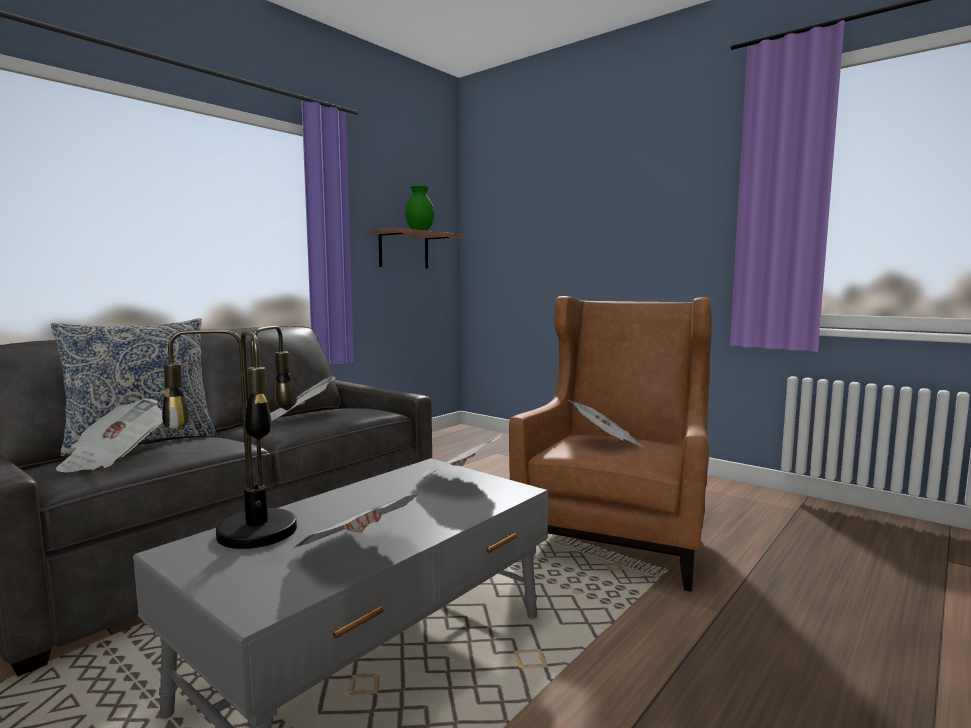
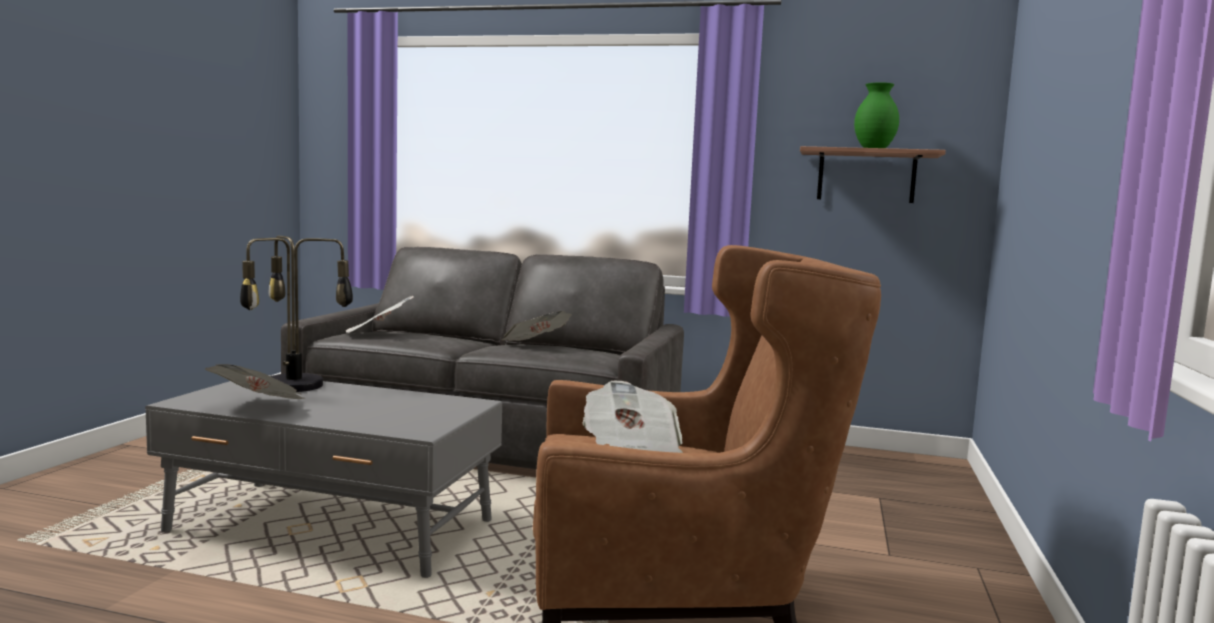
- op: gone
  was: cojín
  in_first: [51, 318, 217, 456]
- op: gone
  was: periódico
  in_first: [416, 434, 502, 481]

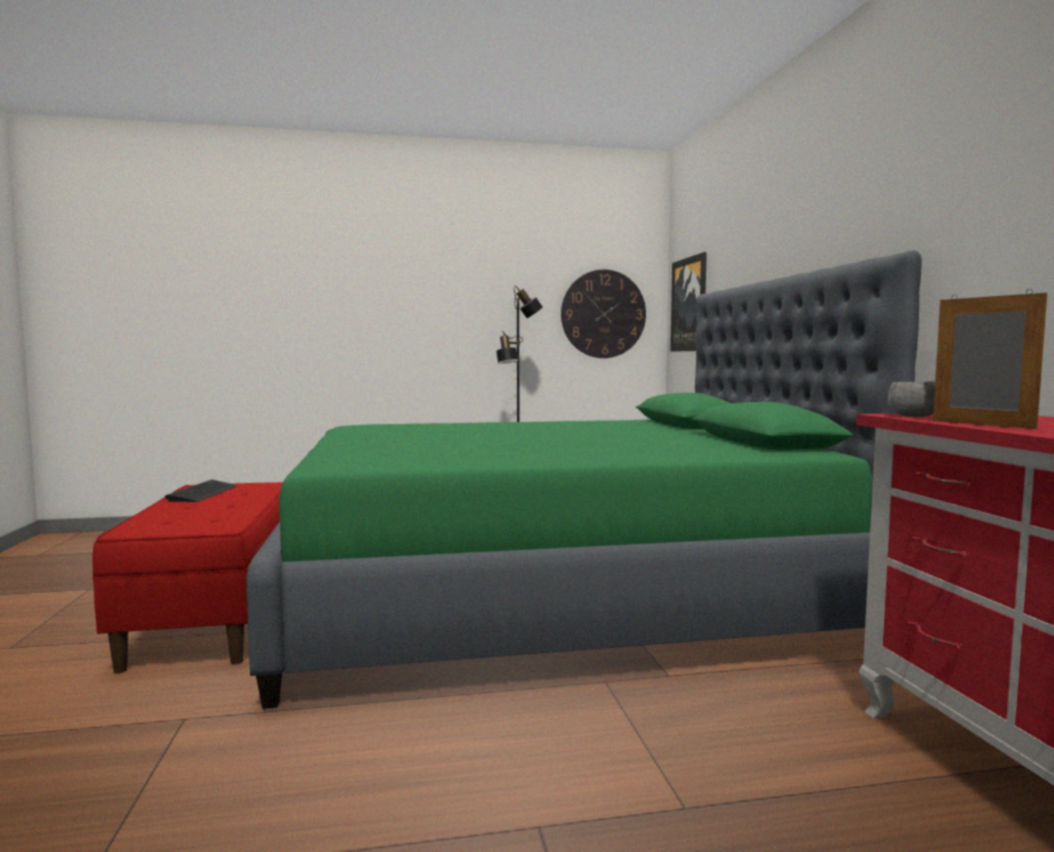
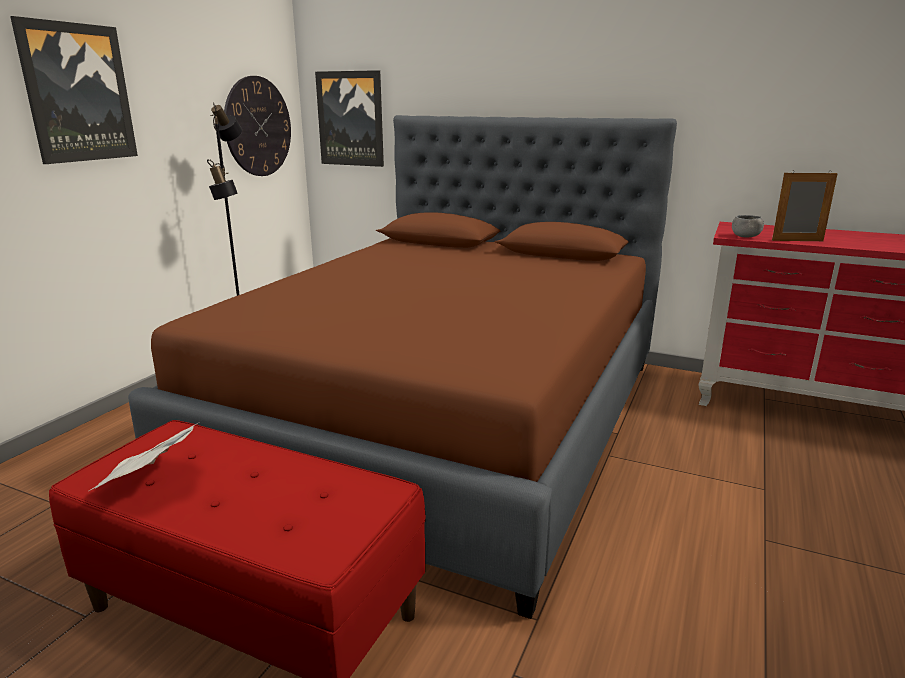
- op: new
  now: cuadro
  in_second: [10, 16, 138, 164]
- op: swapped
  was: teclado
  now: periódico
  in_first: [165, 480, 237, 502]
  in_second: [89, 423, 198, 491]
- op: repainted
  was: cama (verde)
  now: cama (marrón)
  in_first: [246, 250, 922, 709]
  in_second: [128, 115, 677, 619]

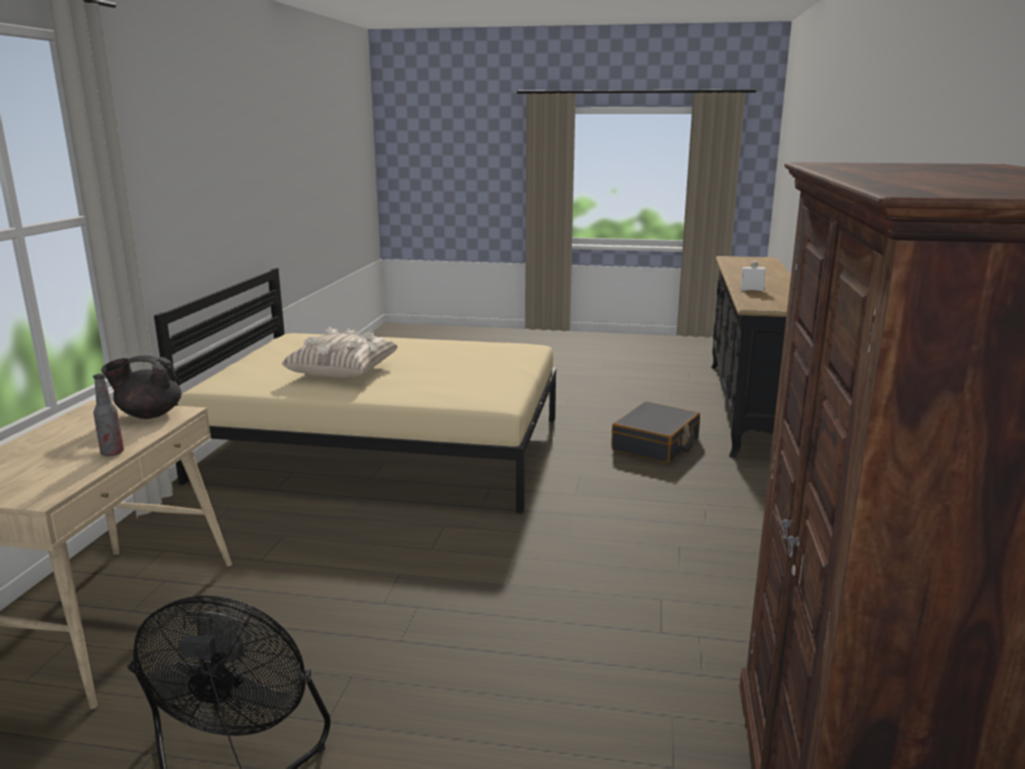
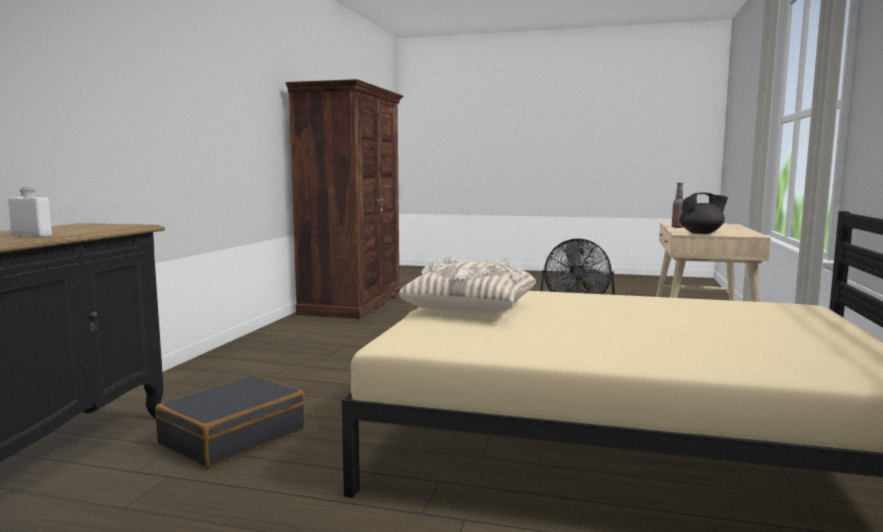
- op: shifted
  was: cojín (beis)
  in_first: [282, 327, 397, 378]
  in_second: [399, 254, 536, 316]

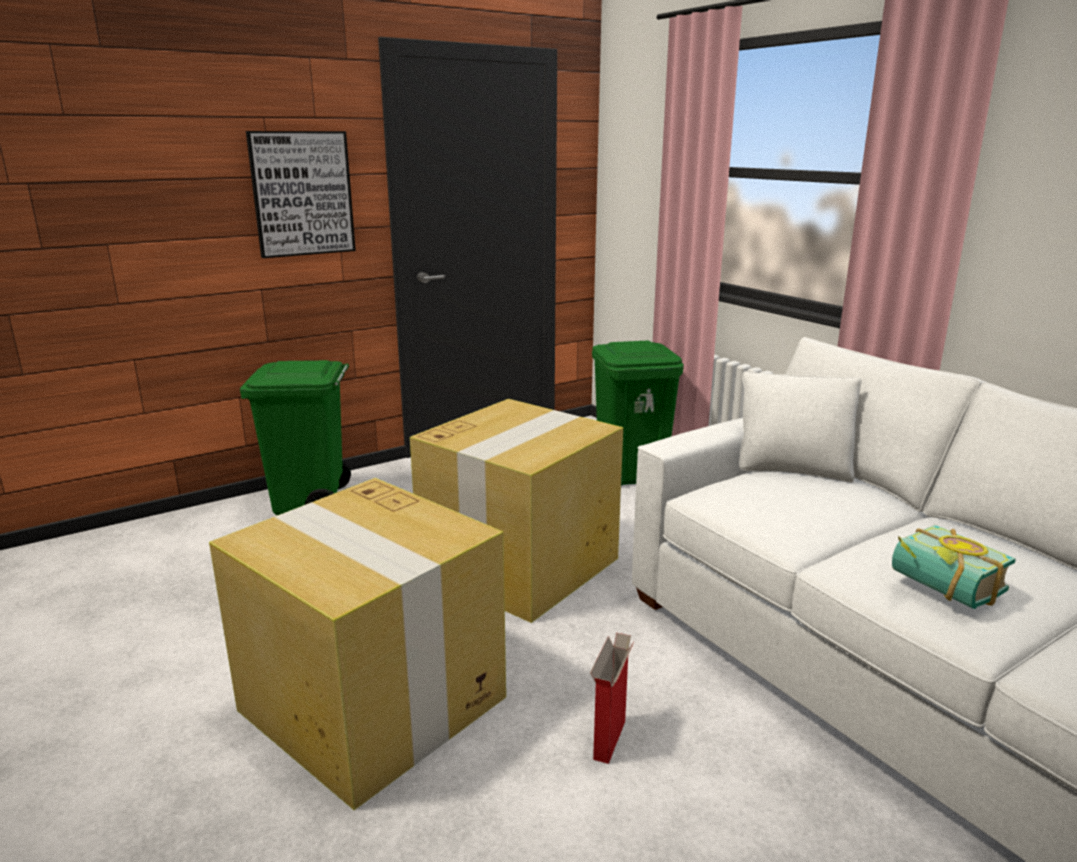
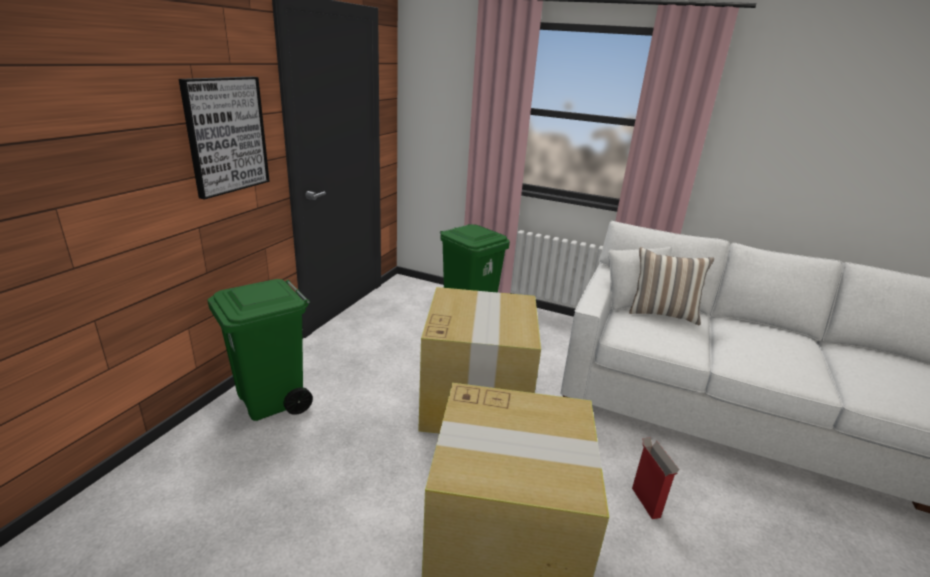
- op: gone
  was: libro
  in_first: [892, 525, 1016, 609]
- op: new
  now: cojín
  in_second: [629, 247, 714, 325]

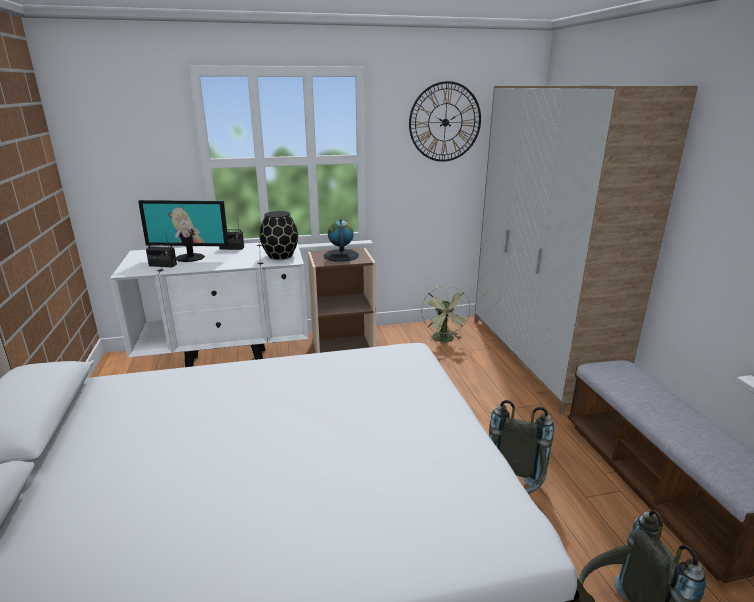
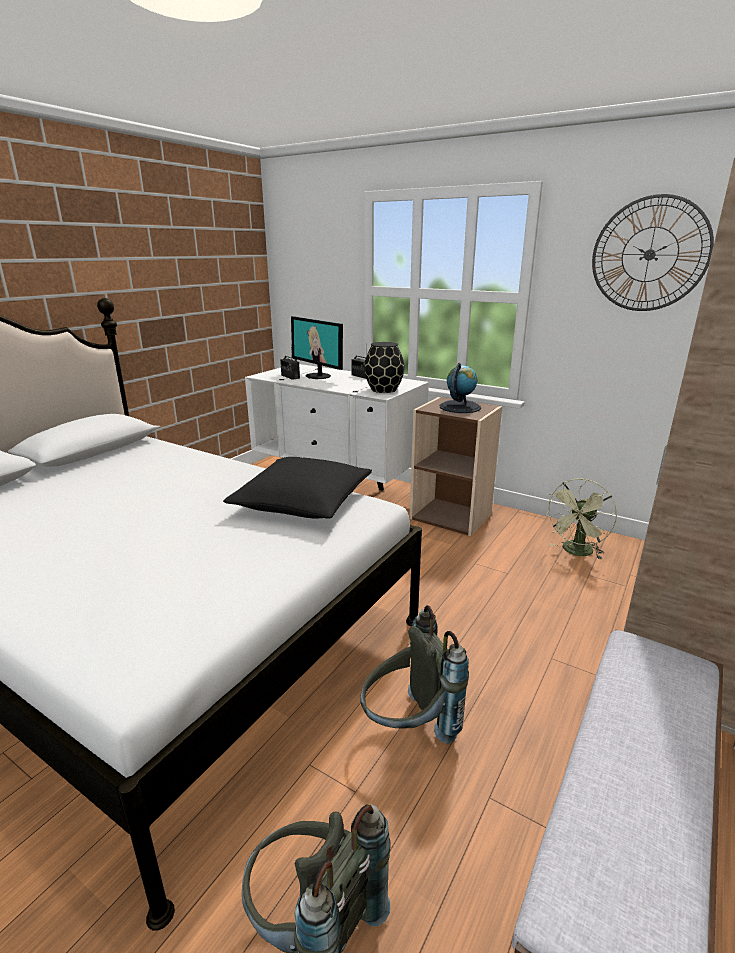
- op: new
  now: cojín (negro)
  in_second: [224, 457, 372, 519]

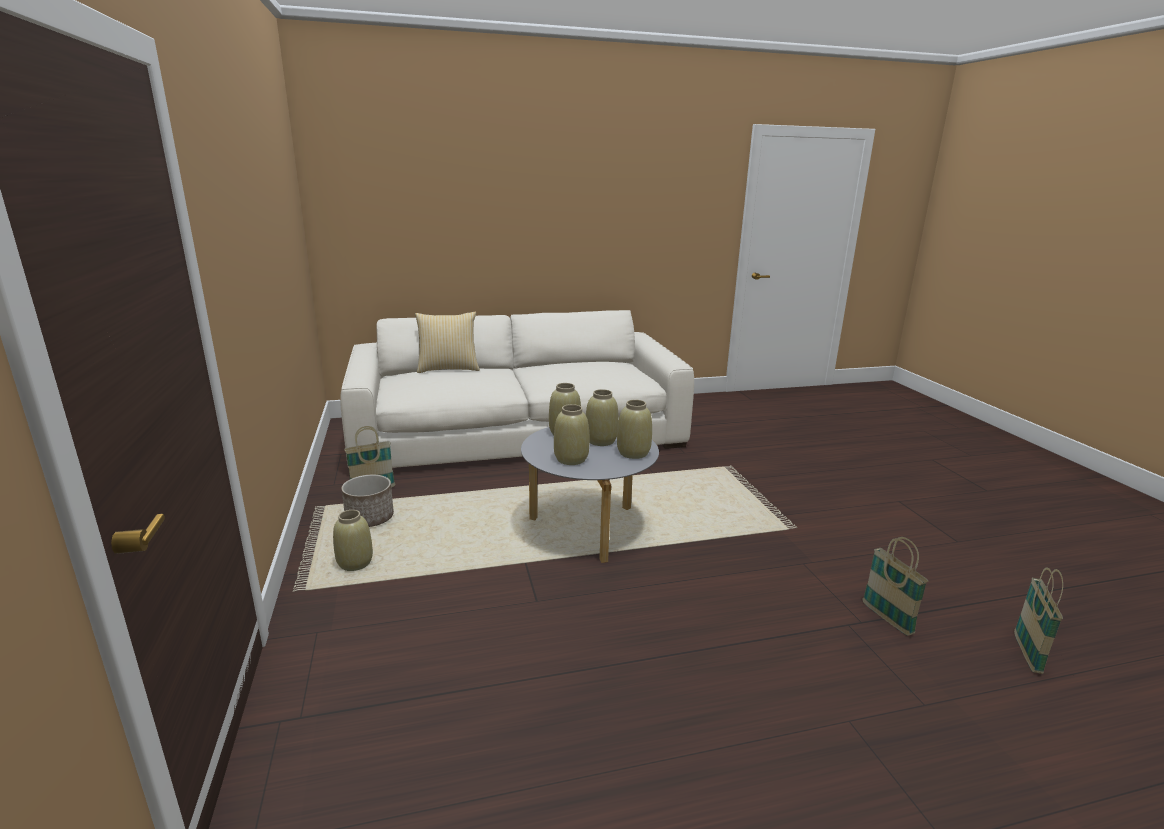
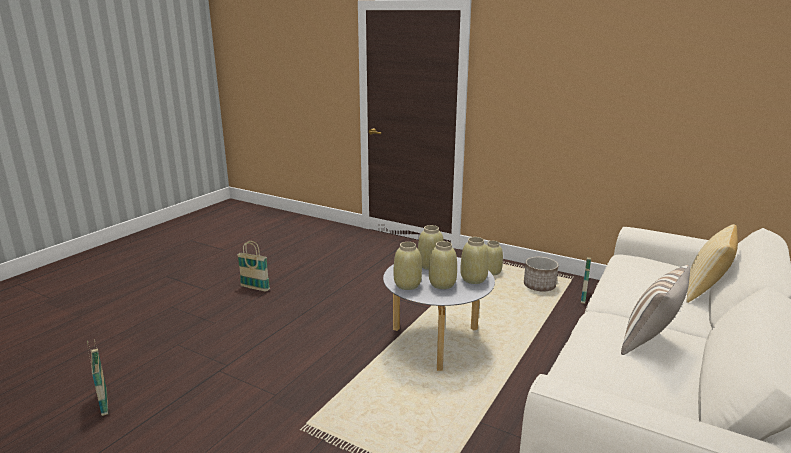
- op: new
  now: cojín
  in_second: [621, 265, 690, 355]
- op: shifted
  was: cesta
  in_first: [862, 537, 929, 636]
  in_second: [237, 241, 270, 291]

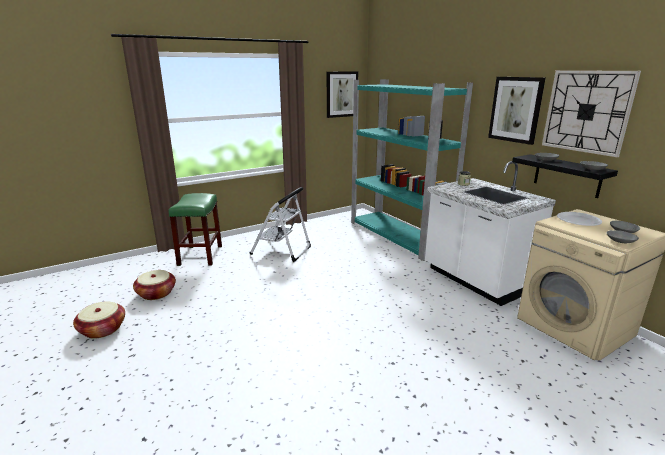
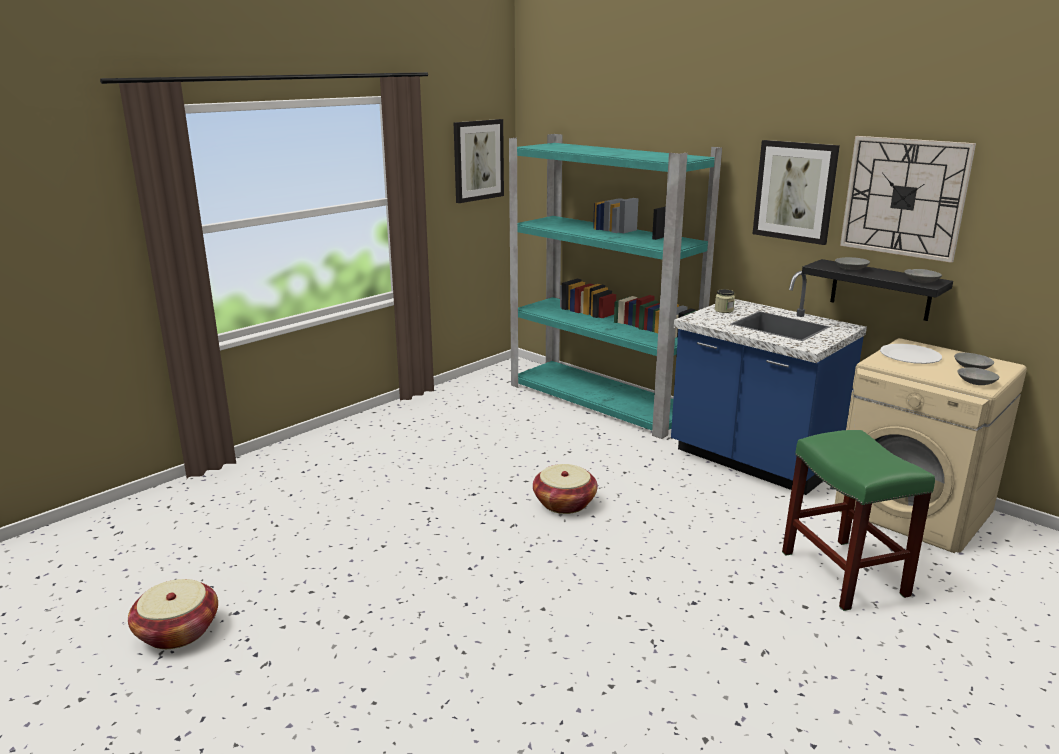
- op: gone
  was: escalera de tijera
  in_first: [250, 187, 311, 262]
- op: shifted
  was: cesta
  in_first: [133, 270, 176, 300]
  in_second: [533, 464, 598, 514]
- op: shifted
  was: taburete (verde)
  in_first: [169, 193, 222, 266]
  in_second: [782, 430, 935, 611]
- op: repainted
  was: mueble bajo de cocina (blanco)
  now: mueble bajo de cocina (azul)
  in_first: [425, 161, 556, 306]
  in_second: [671, 271, 867, 495]

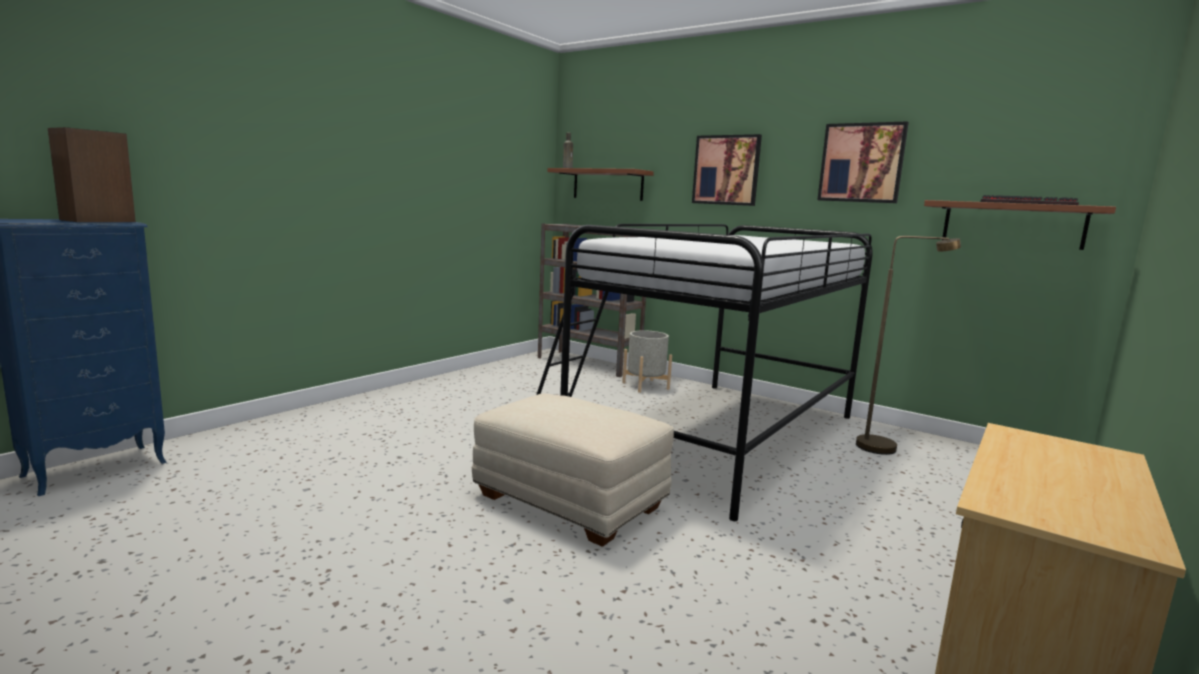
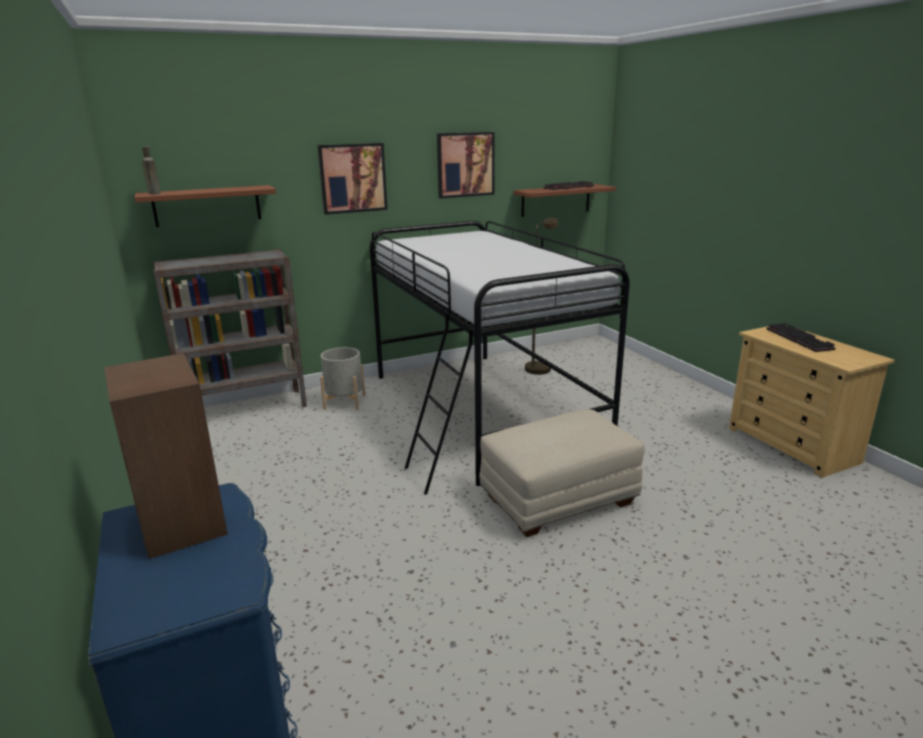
- op: new
  now: teclado
  in_second: [767, 323, 835, 352]

